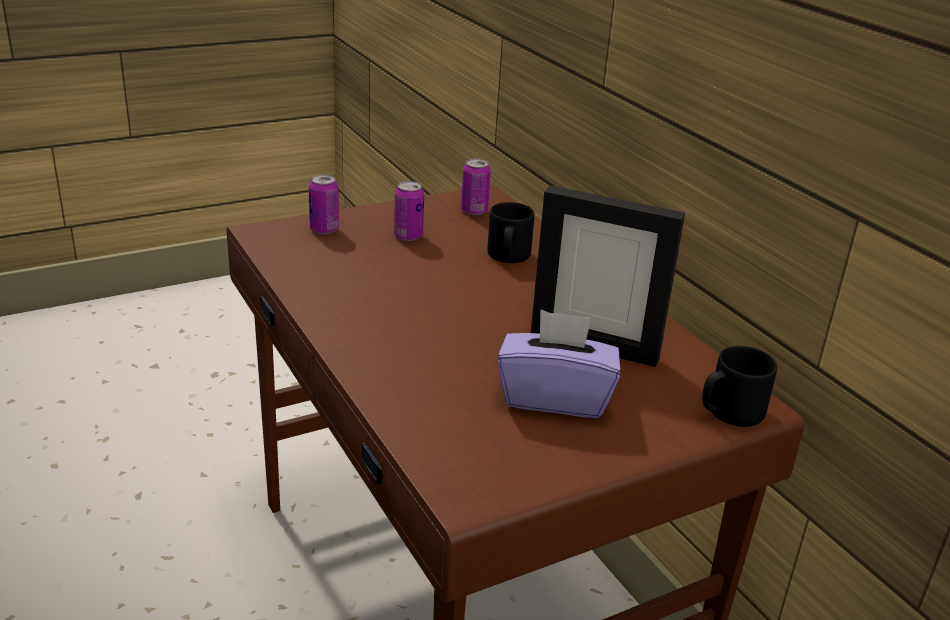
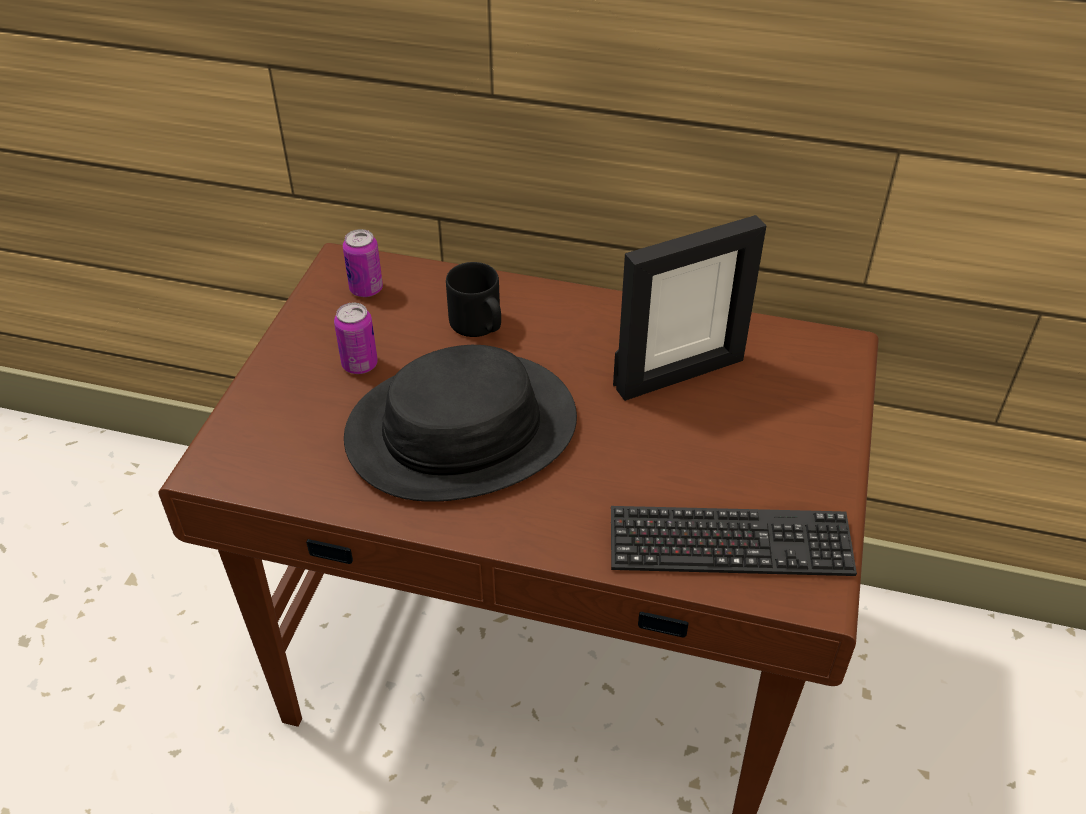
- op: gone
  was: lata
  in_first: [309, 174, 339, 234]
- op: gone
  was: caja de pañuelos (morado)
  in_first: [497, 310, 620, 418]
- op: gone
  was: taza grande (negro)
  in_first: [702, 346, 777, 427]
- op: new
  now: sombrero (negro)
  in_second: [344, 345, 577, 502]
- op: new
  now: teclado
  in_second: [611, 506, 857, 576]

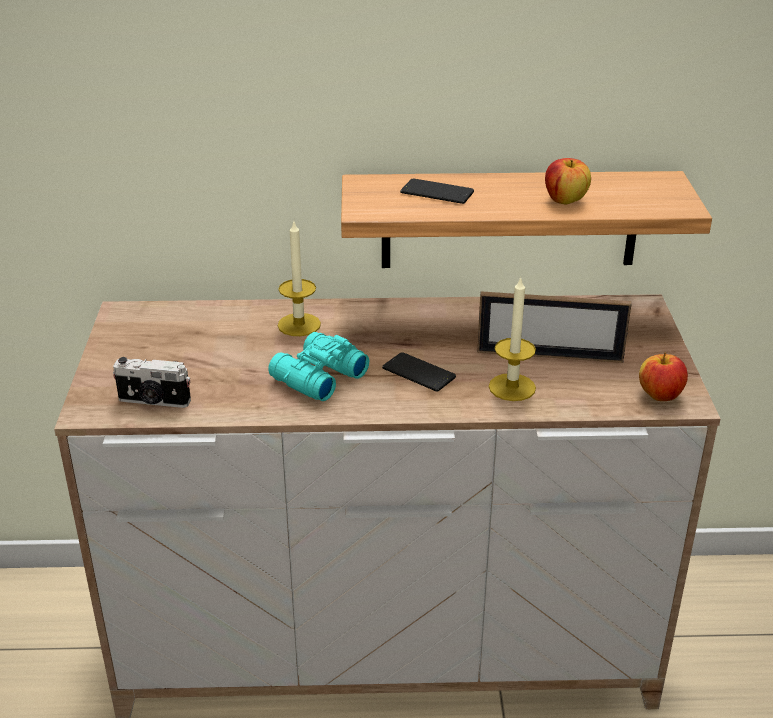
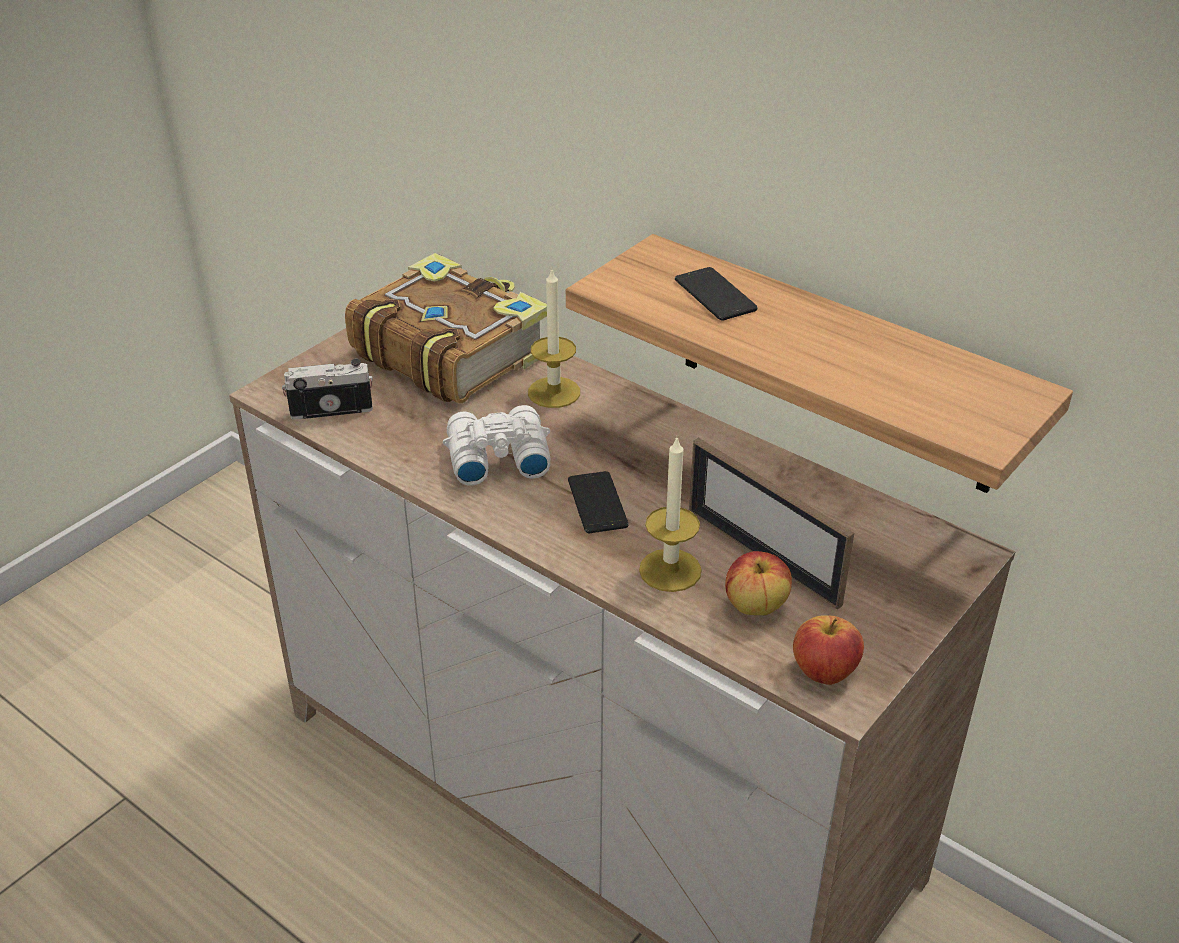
- op: new
  now: libro
  in_second: [345, 253, 547, 404]
- op: shifted
  was: manzana
  in_first: [545, 158, 591, 205]
  in_second: [725, 551, 792, 615]
- op: repainted
  was: prismáticos (turquesa)
  now: prismáticos (blanco)
  in_first: [268, 332, 369, 401]
  in_second: [443, 405, 550, 486]
- op: rotated
  was: cámara
  in_first: [113, 357, 191, 408]
  in_second: [282, 358, 373, 420]
  clockwise: 120

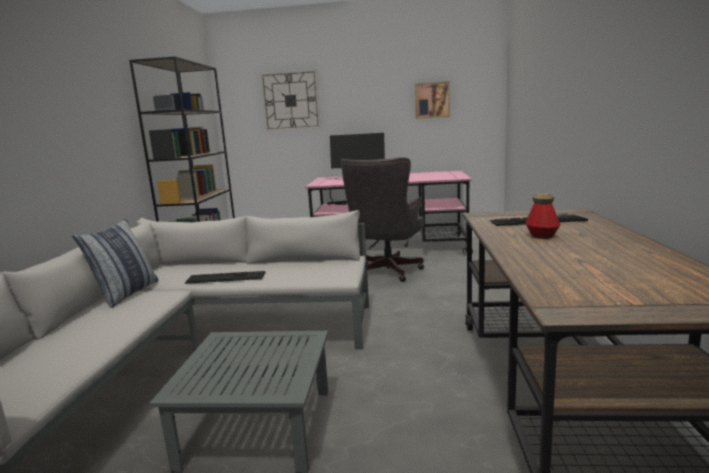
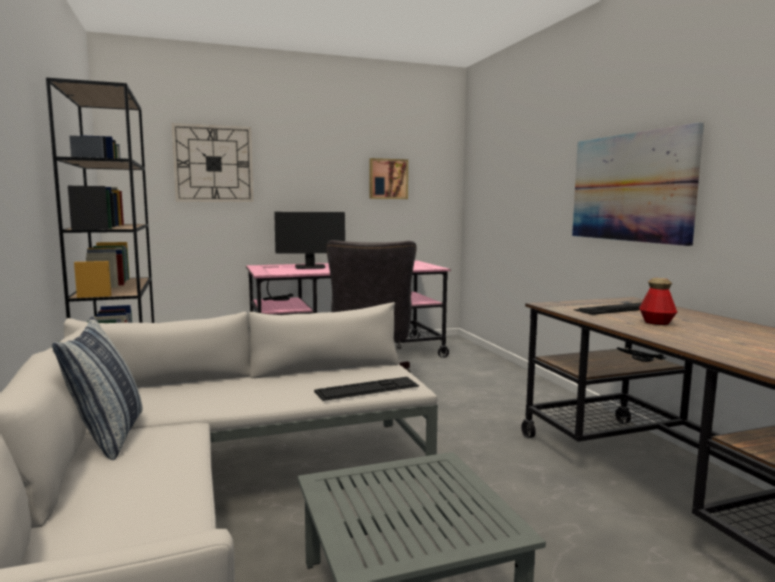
- op: new
  now: cuadro
  in_second: [572, 122, 704, 246]
- op: shifted
  was: teclado
  in_first: [184, 271, 265, 284]
  in_second: [314, 377, 419, 401]

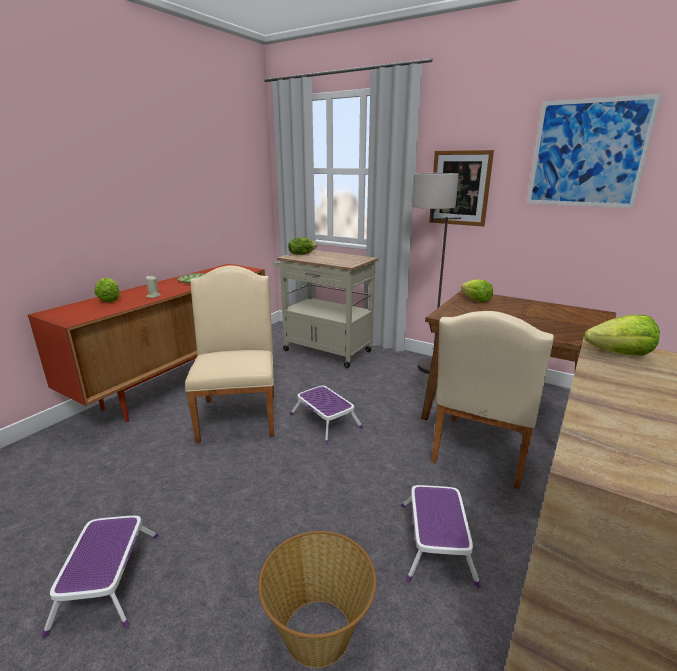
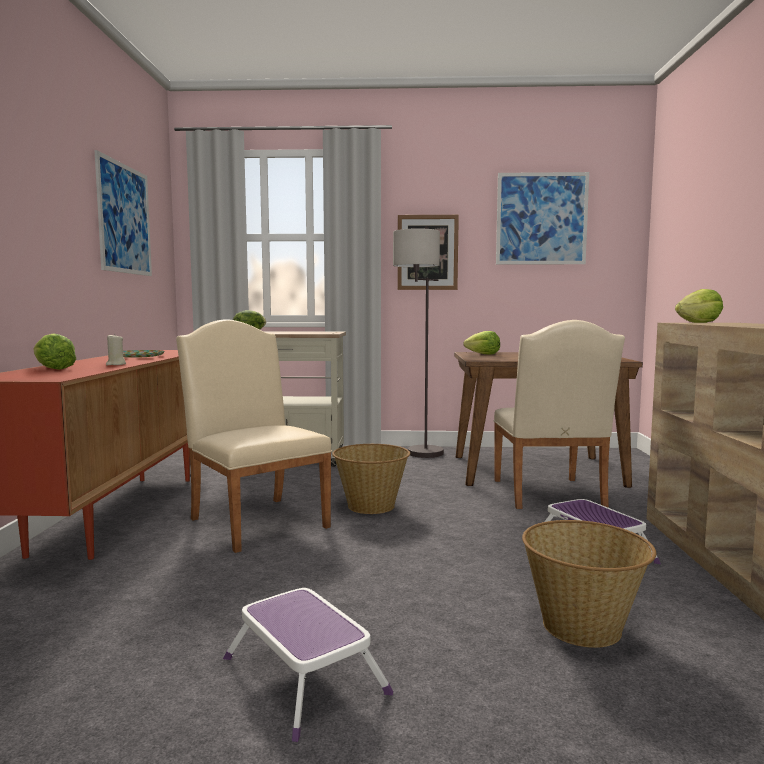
- op: new
  now: cuadro
  in_second: [94, 150, 152, 276]
- op: swapped
  was: escalera de tijera (morado)
  now: cesta
  in_first: [290, 386, 363, 445]
  in_second: [332, 444, 410, 514]

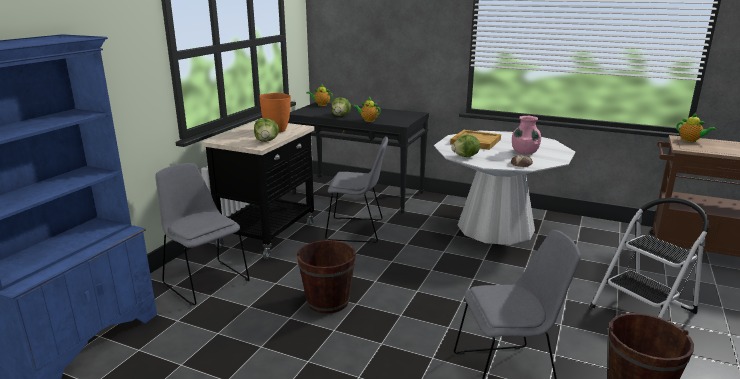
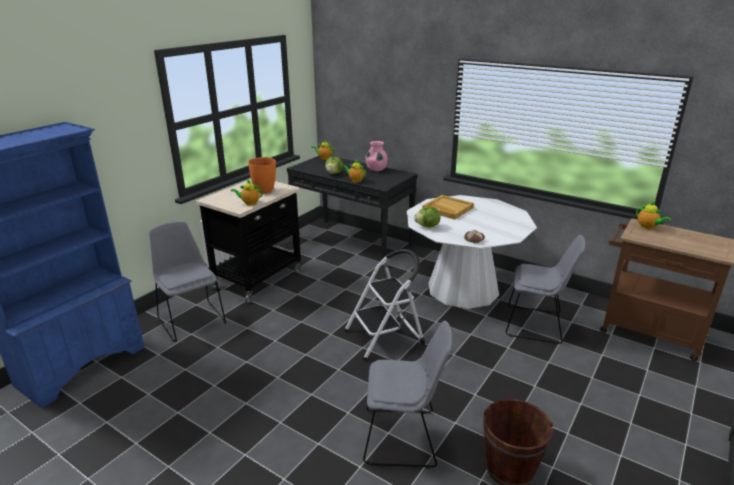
- op: gone
  was: cubo (marrón)
  in_first: [297, 240, 356, 314]
- op: shifted
  was: silla (gris)
  in_first: [325, 137, 388, 244]
  in_second: [506, 235, 586, 344]
- op: shifted
  was: florero (rosa)
  in_first: [512, 116, 541, 154]
  in_second: [365, 141, 388, 171]
- op: shifted
  was: escalera de tijera
  in_first: [590, 198, 709, 319]
  in_second: [344, 249, 425, 361]
- op: swapped
  was: lechuga
  now: tetera
  in_first: [254, 118, 279, 142]
  in_second: [231, 180, 263, 205]

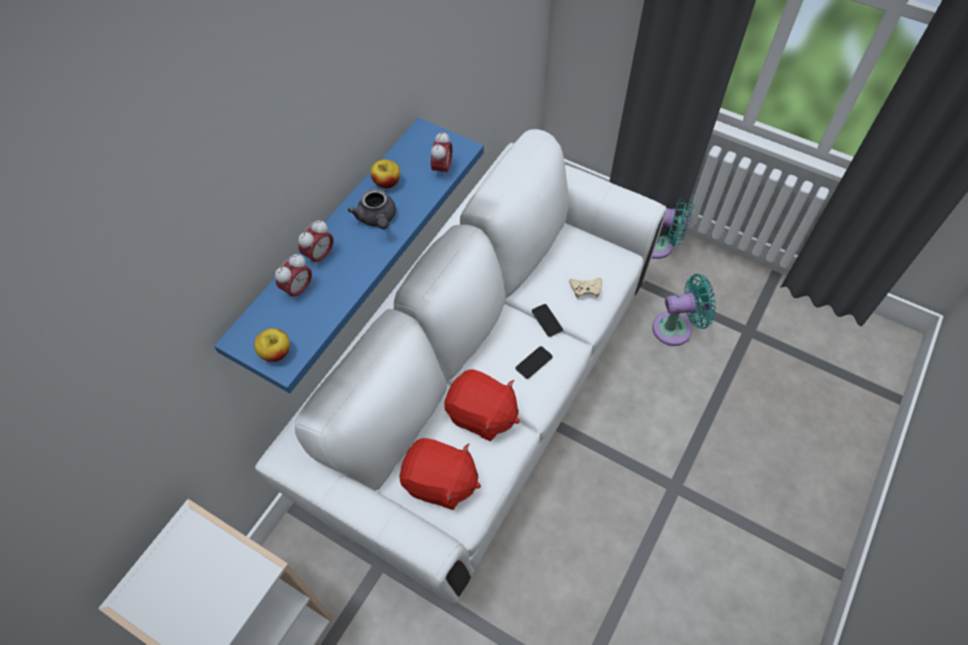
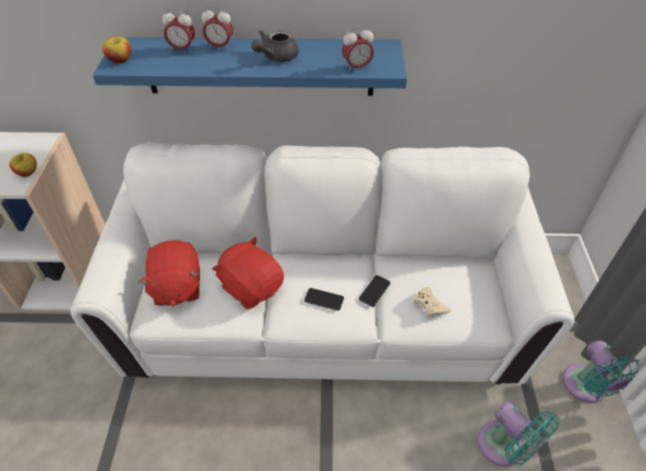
- op: shifted
  was: manzana
  in_first: [370, 159, 400, 188]
  in_second: [9, 153, 37, 177]
- op: rotated
  was: peluche (rojo)
  in_first: [444, 370, 520, 441]
  in_second: [212, 237, 284, 309]
  clockwise: 135

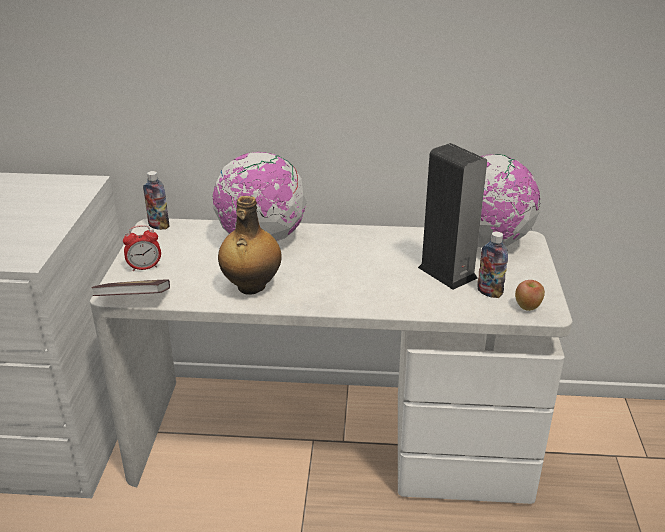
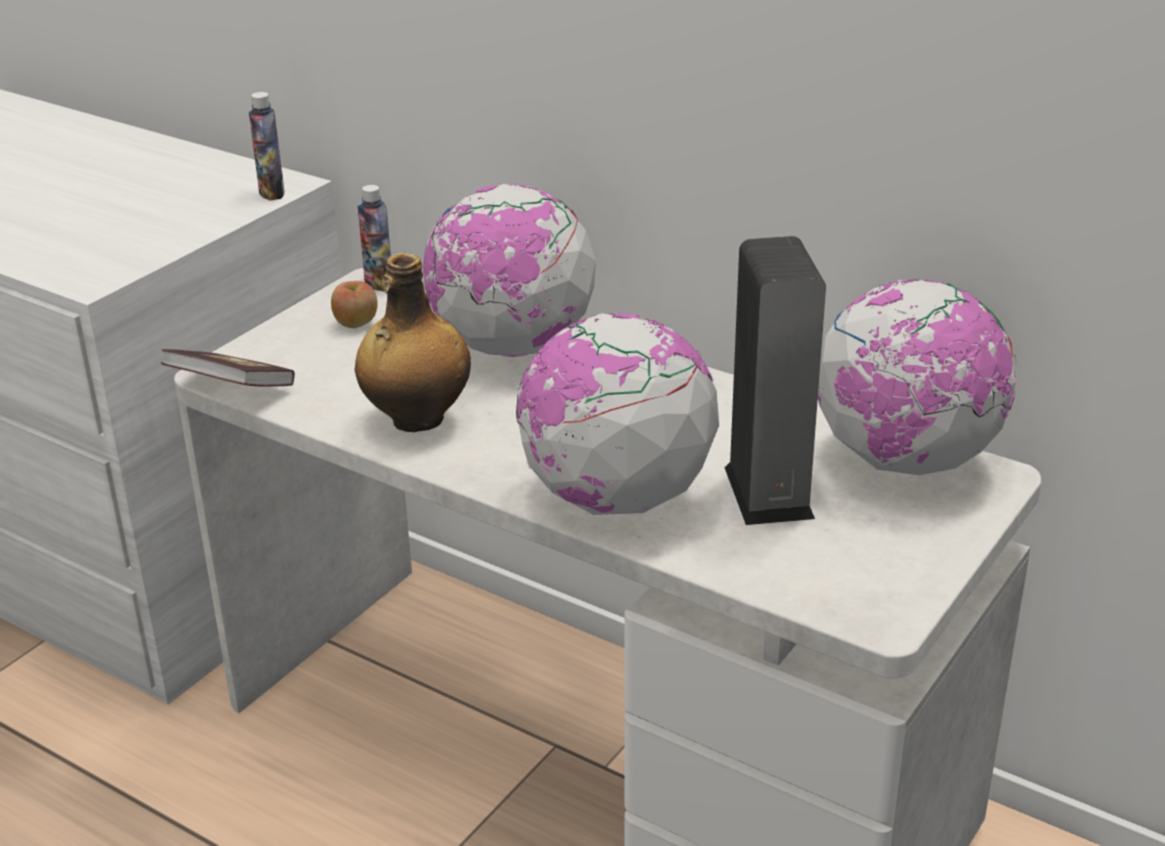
- op: gone
  was: despertador
  in_first: [123, 225, 161, 271]
- op: new
  now: globo terráqueo
  in_second: [516, 313, 719, 515]
- op: shifted
  was: botella
  in_first: [477, 232, 508, 298]
  in_second: [249, 92, 285, 201]
- op: shifted
  was: manzana
  in_first: [515, 280, 545, 311]
  in_second: [331, 281, 378, 328]

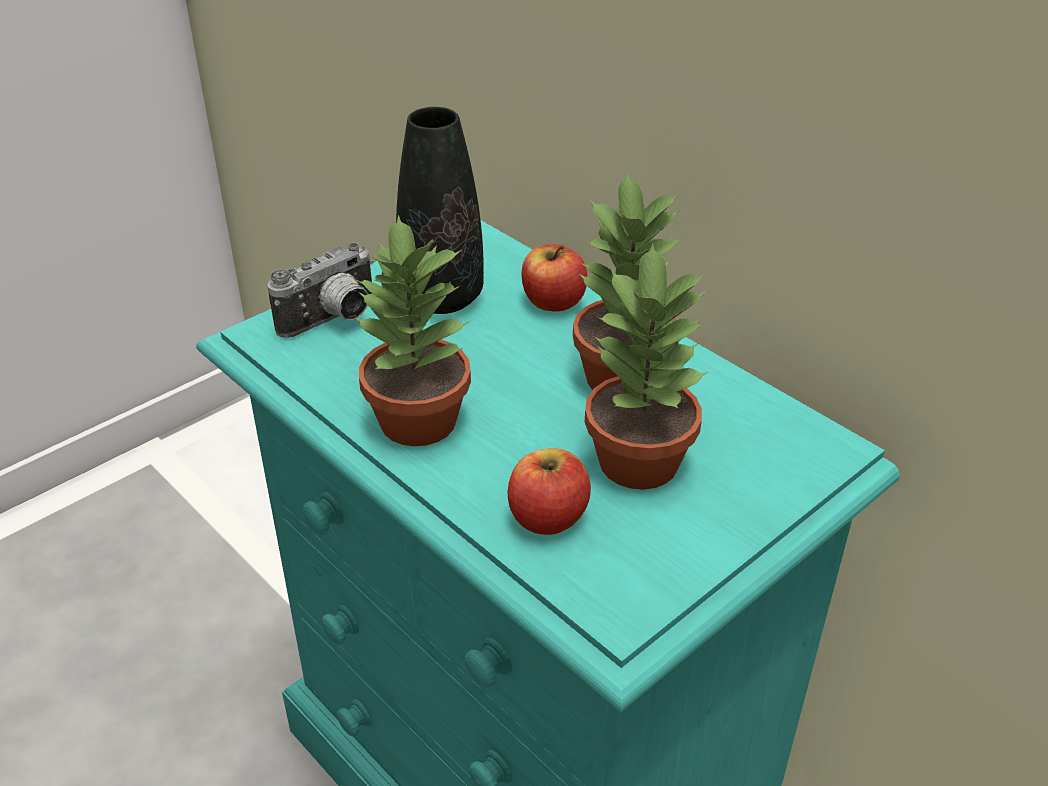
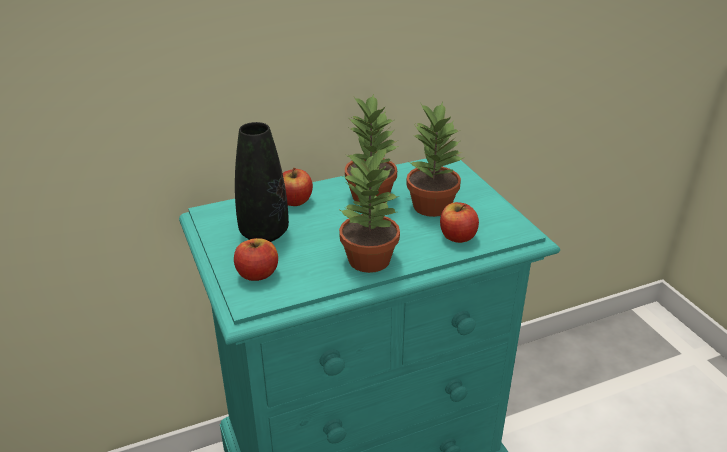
- op: swapped
  was: cámara
  now: manzana
  in_first: [268, 243, 374, 338]
  in_second: [234, 238, 278, 281]

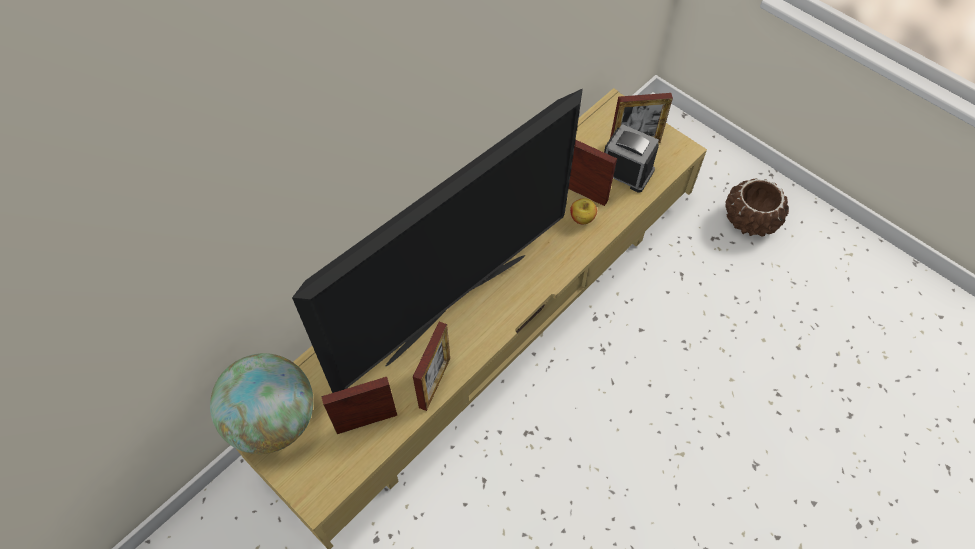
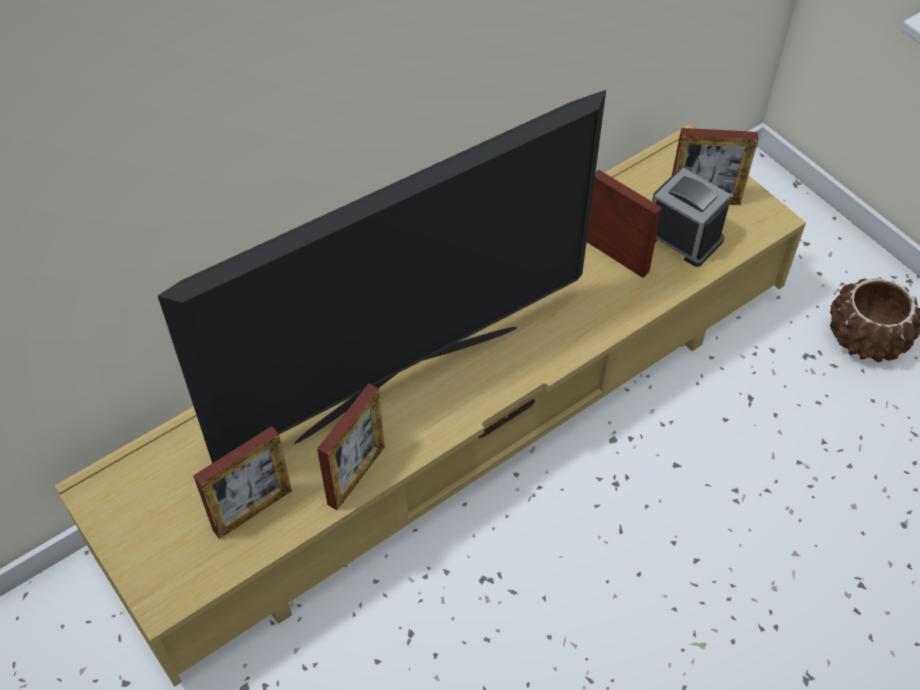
- op: gone
  was: globo terráqueo
  in_first: [210, 353, 313, 454]
- op: gone
  was: manzana
  in_first: [570, 198, 597, 224]
- op: rotated
  was: portarretratos
  in_first: [321, 377, 397, 434]
  in_second: [193, 426, 292, 539]
  clockwise: 150

